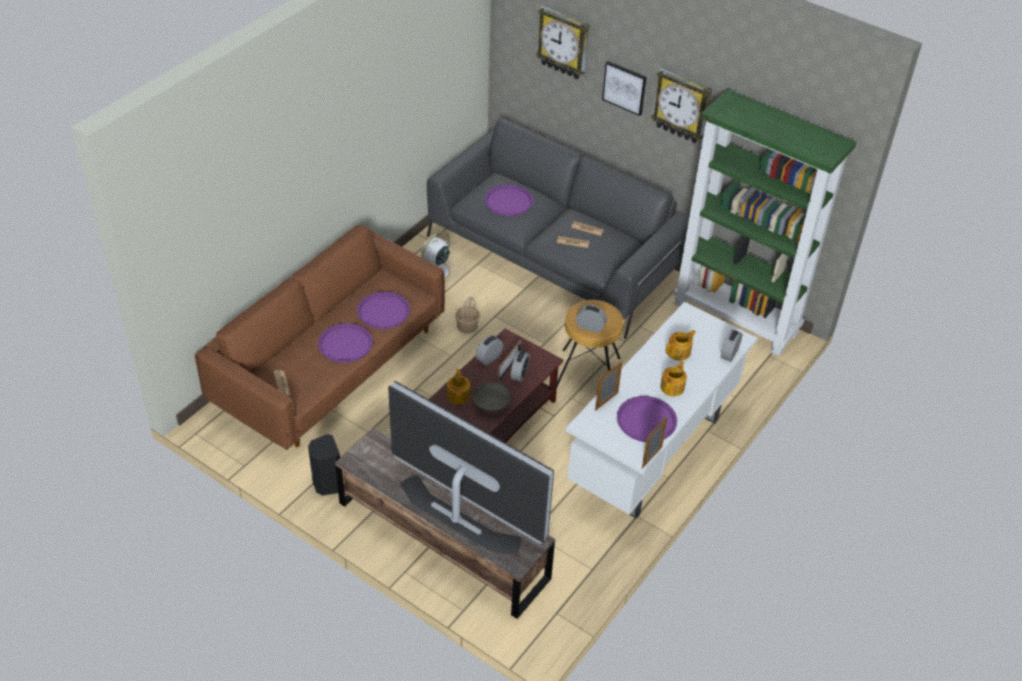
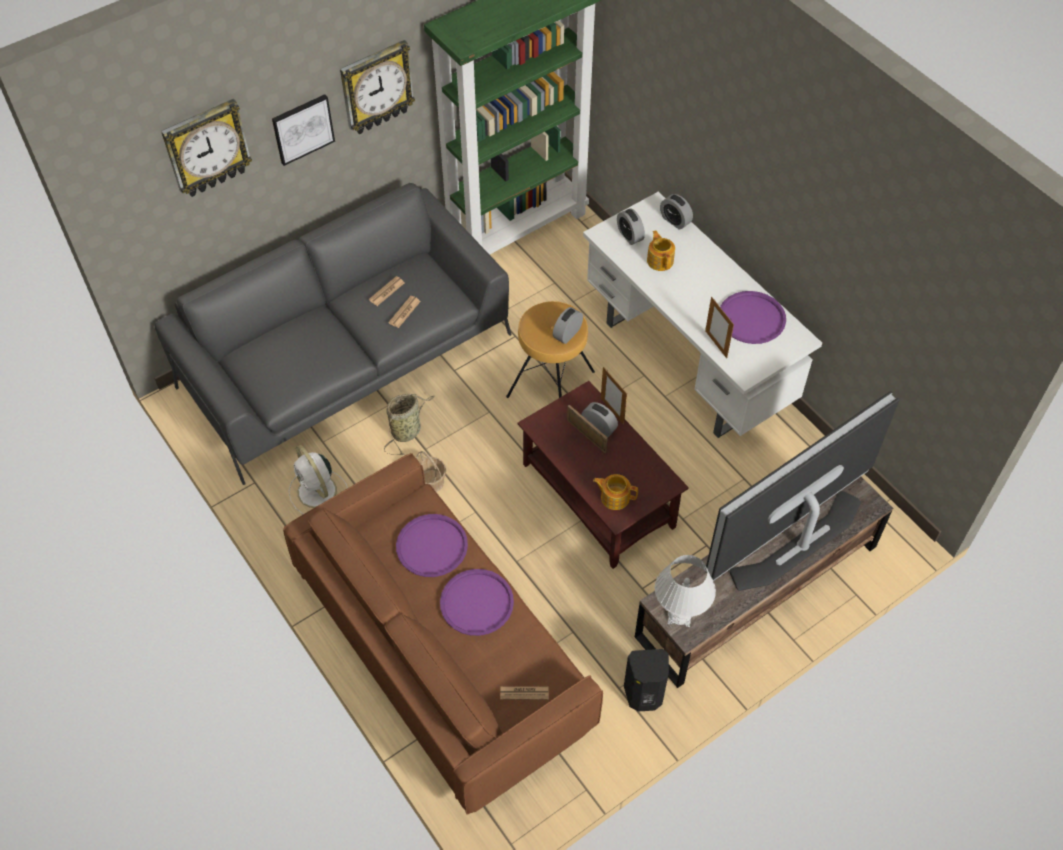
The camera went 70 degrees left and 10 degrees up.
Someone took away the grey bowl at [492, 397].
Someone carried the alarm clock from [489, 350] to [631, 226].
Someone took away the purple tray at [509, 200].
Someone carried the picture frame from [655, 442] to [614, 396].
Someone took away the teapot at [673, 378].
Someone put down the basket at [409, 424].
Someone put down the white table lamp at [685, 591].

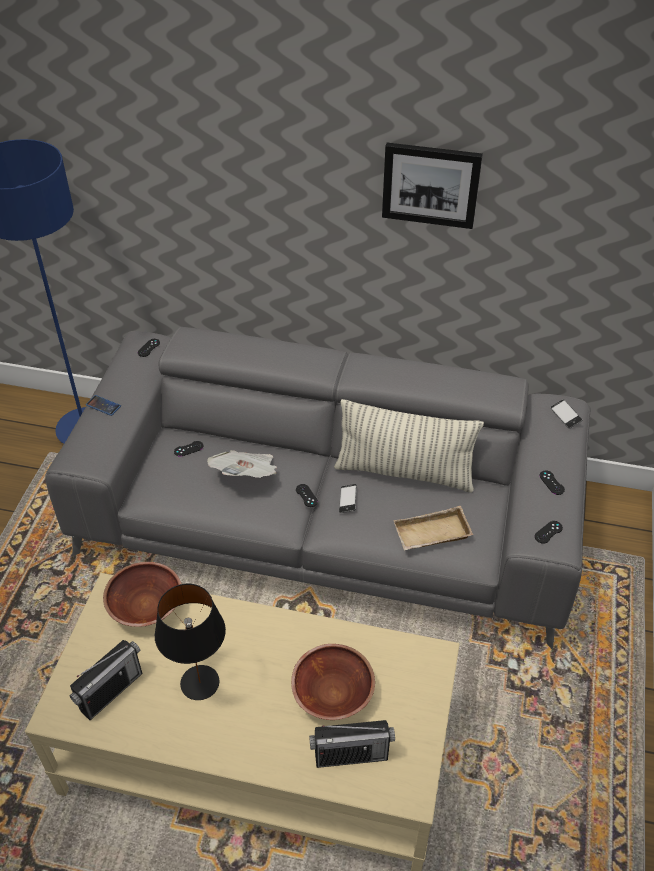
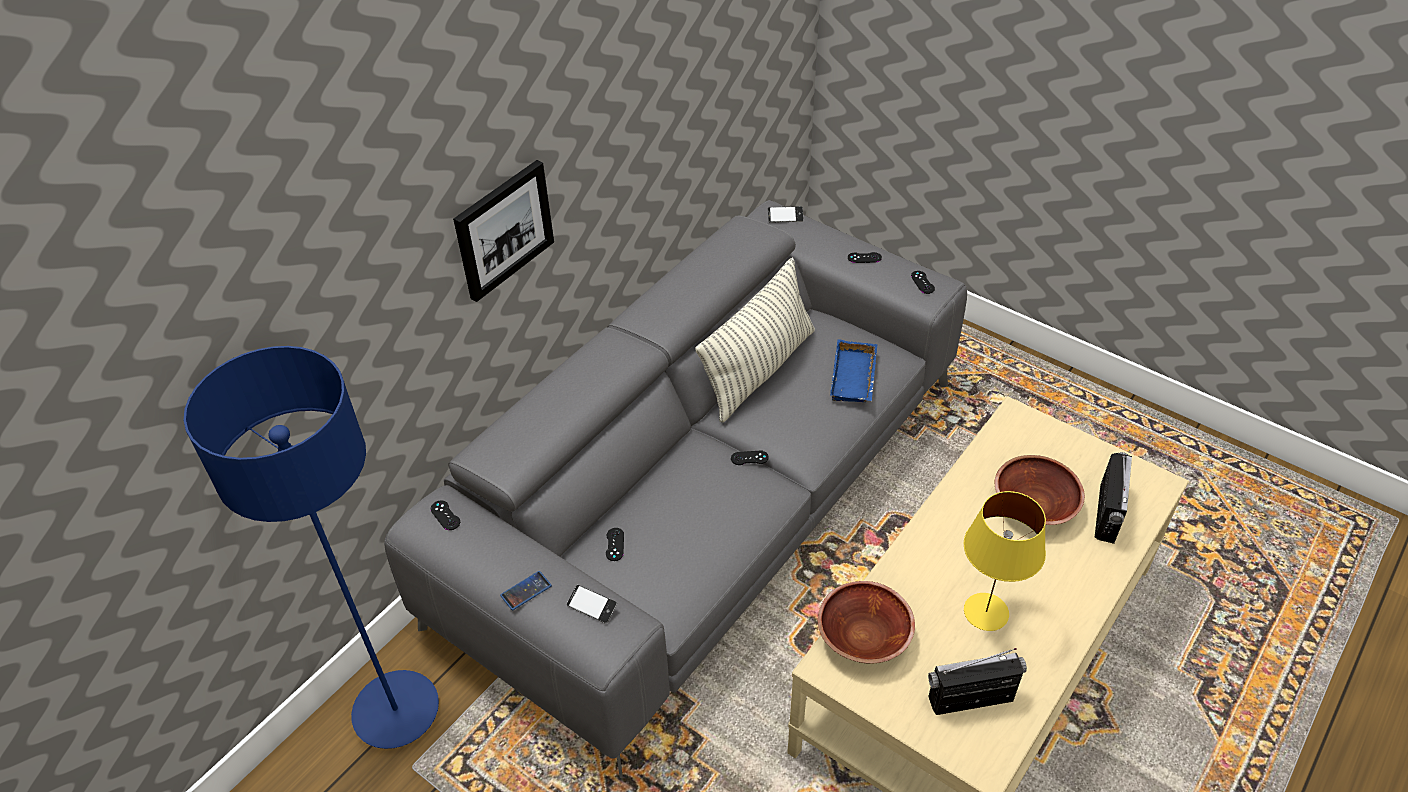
The camera went 65 degrees left and 0 degrees up.
Someone rotated the radio at [106, 680] by 75 degrees counterclockwise.
Someone repainted the black table lamp at [190, 642], which became the yellow table lamp at [1004, 561].
Someone took away the newspaper at [242, 464].
Someone carried the phone from [348, 498] to [592, 604].
Someone carried the picture from [432, 186] to [503, 231].
Someone repainted the beige tray at [433, 528], which became the blue tray at [854, 370].

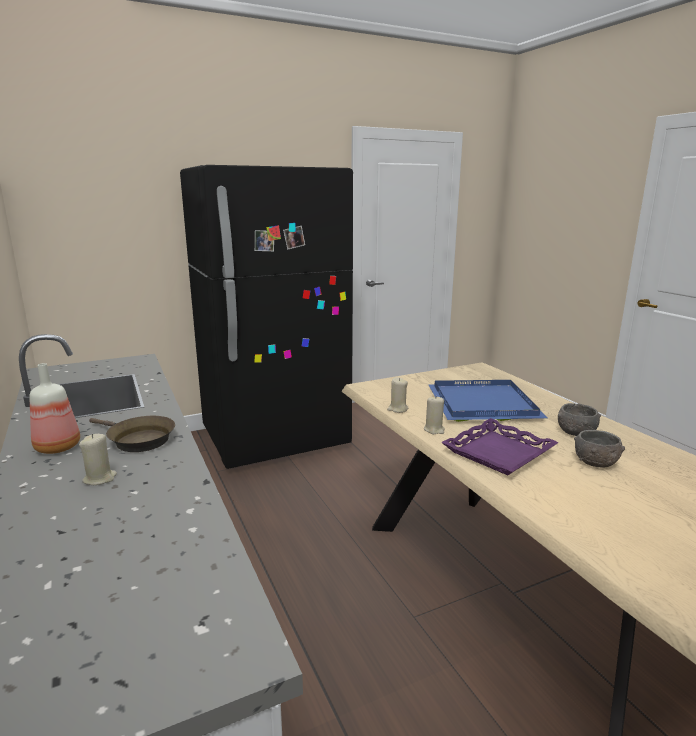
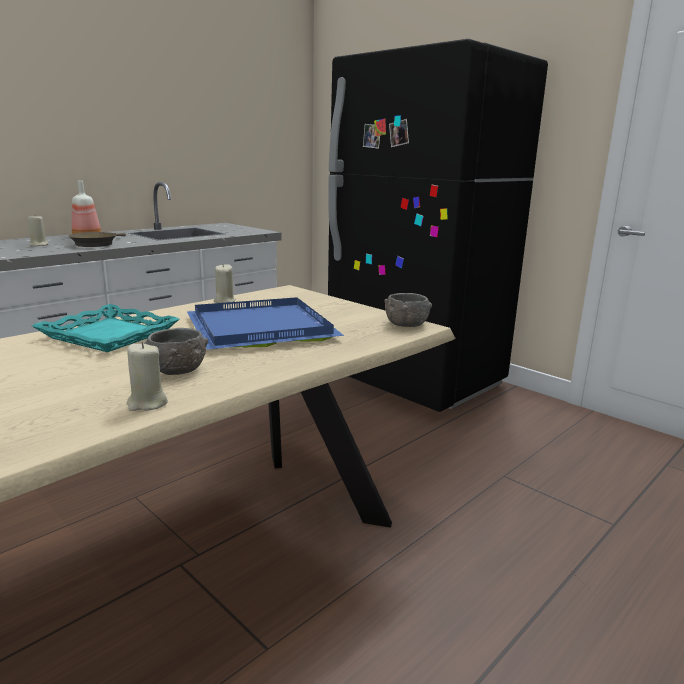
The camera went 70 degrees right and 0 degrees up.
Someone carried the beige candle from [434, 415] to [147, 376].
Someone repainted the purple tray at [499, 446], which became the turquoise tray at [105, 328].
Someone carried the grey bowl from [599, 449] to [408, 310].

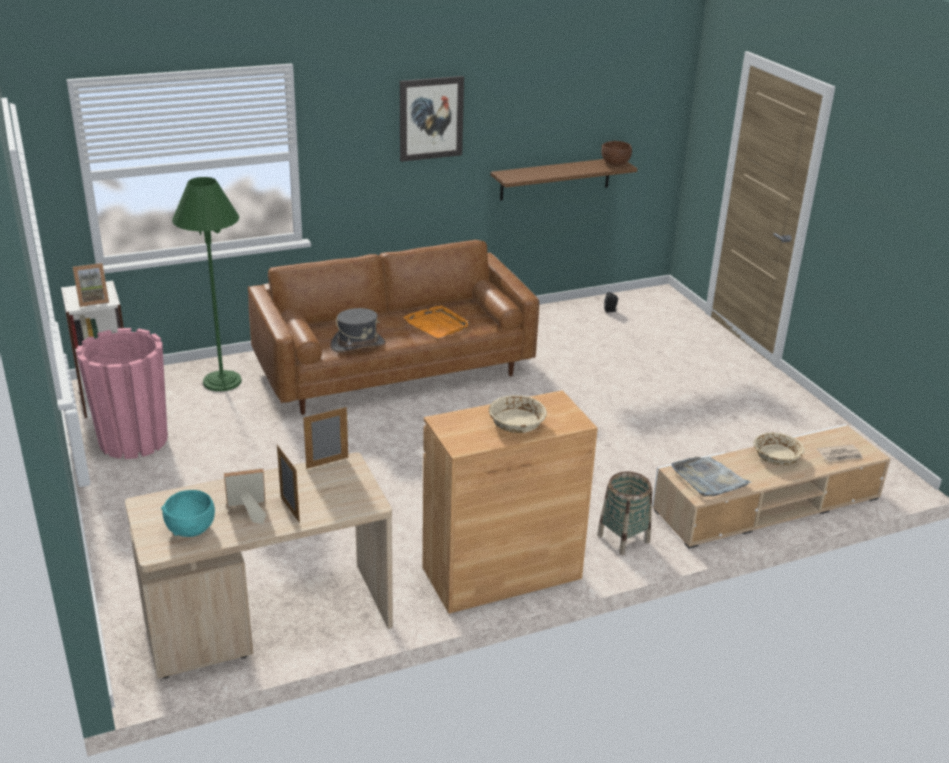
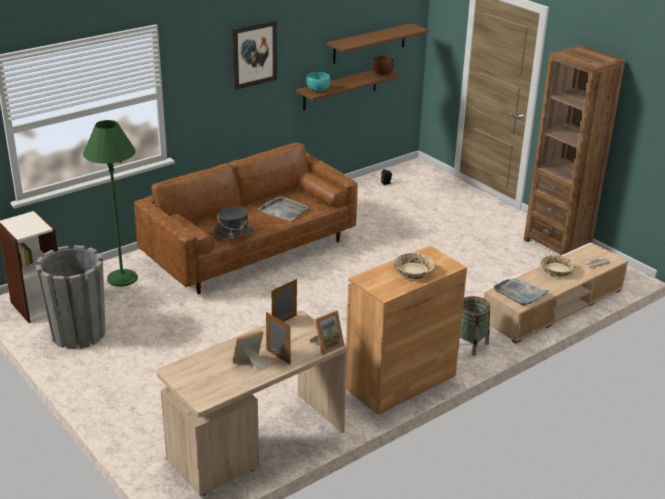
The camera went 15 degrees left and 0 degrees up.
Someone carried the picture frame from [91, 285] to [327, 332].
Someone repainted the pink planter at [122, 393], which became the grey planter at [70, 297].
Someone carried the turquoise bowl from [188, 513] to [318, 82].
Someone repainted the orange tray at [436, 321], which became the grey tray at [283, 208].
Someone put up the brown shelf at [378, 43].
Someone put down the brown bookcase at [574, 150].

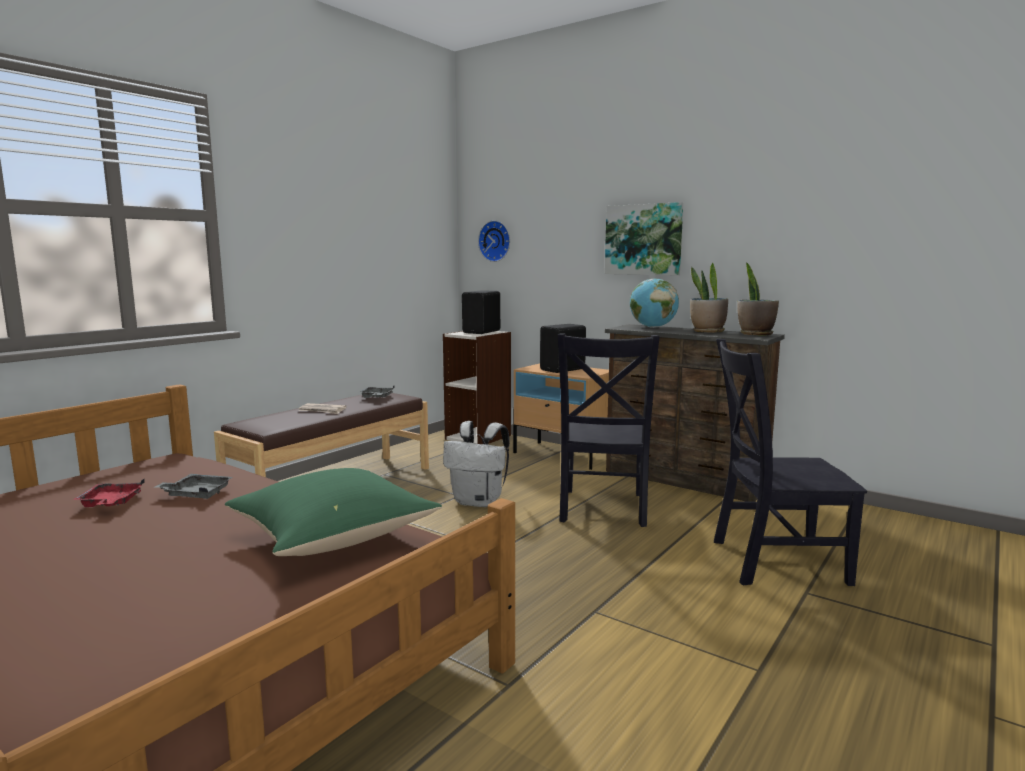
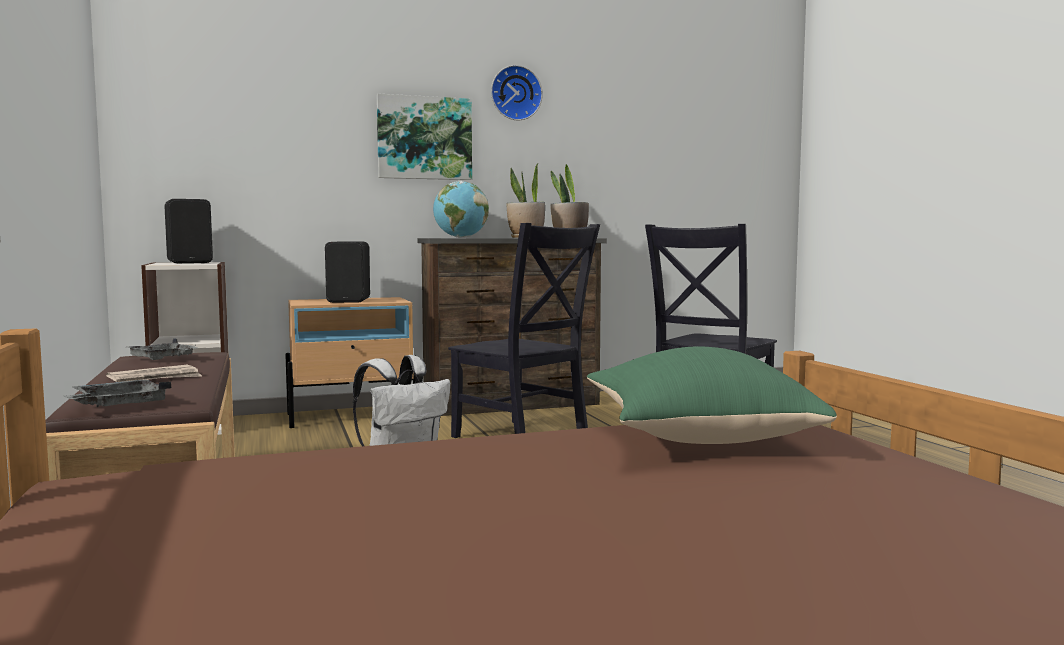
The camera went 55 degrees left and 5 degrees down.
Someone took away the red tray at [109, 493].
Someone carried the grey tray from [194, 486] to [118, 393].
Someone carried the wall clock from [494, 241] to [517, 92].

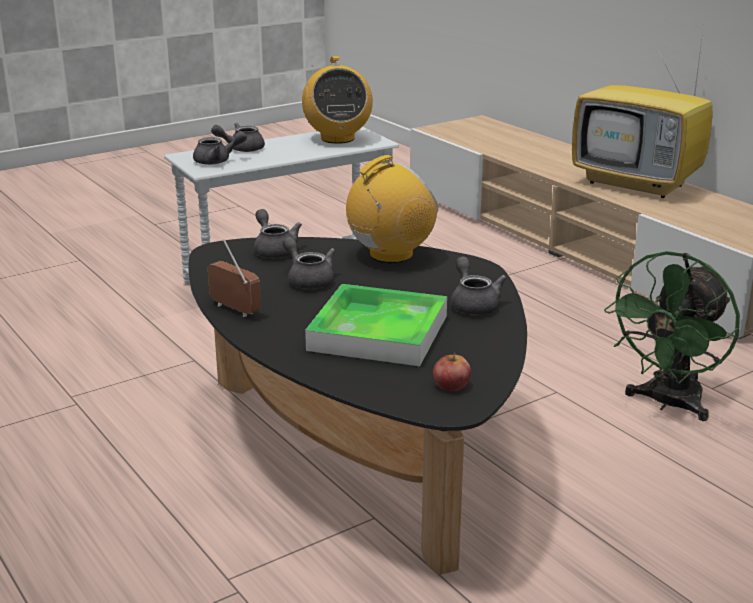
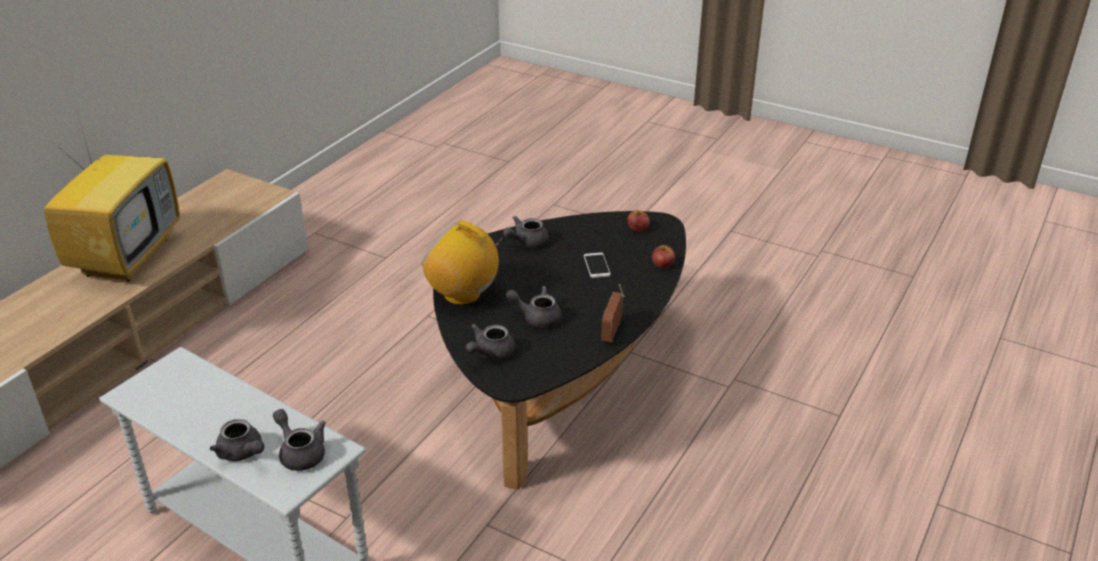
The camera went 115 degrees left and 10 degrees up.
Someone rotated the grey teapot at [309, 263] by 75 degrees clockwise.
Someone took away the radio at [337, 100].
Someone swapped the tray at [376, 325] for the phone at [597, 265].
Someone took away the green fan at [672, 336].
Someone put down the apple at [663, 256].

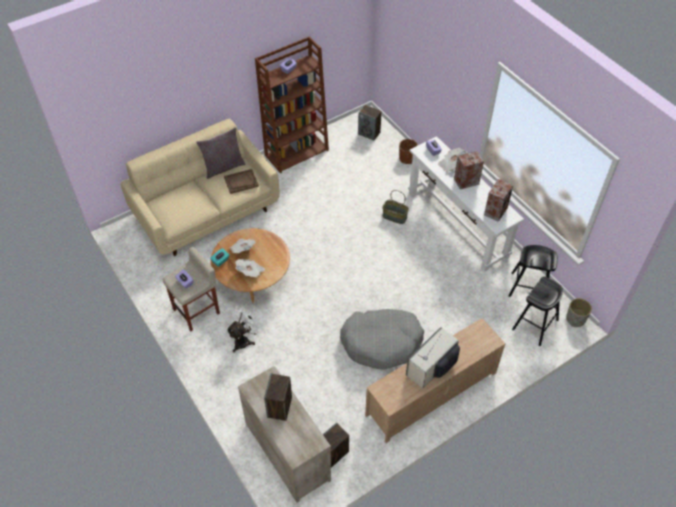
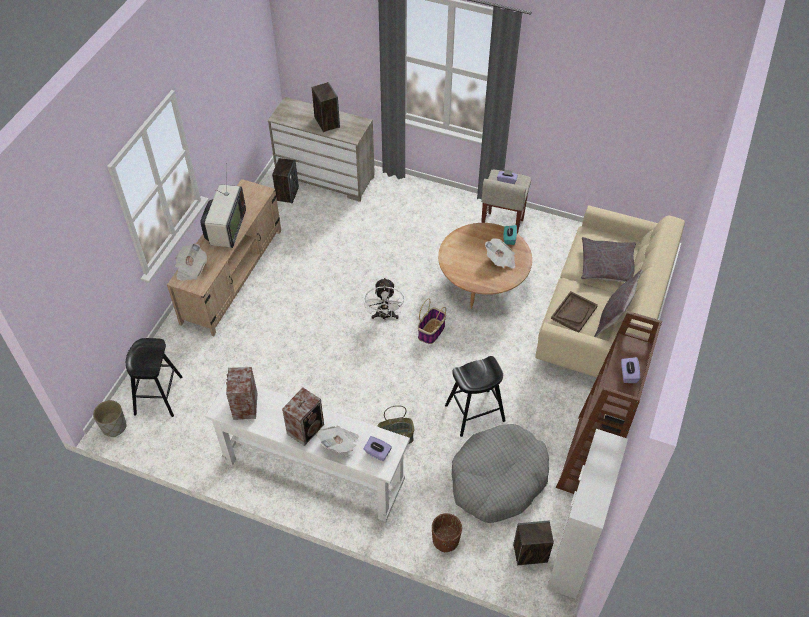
The camera went 145 degrees right and 0 degrees up.
Someone carried the white fan from [244, 329] to [384, 298].
Someone carried the newspaper from [250, 268] to [191, 261].
Someone carried the grey dog bed from [382, 339] to [500, 473].
Someone carried the black stool from [533, 271] to [475, 396].
Someone put down the basket at [432, 321].
Someone put down the cabinet at [587, 514].
Someone put down the grey pillow at [608, 259].

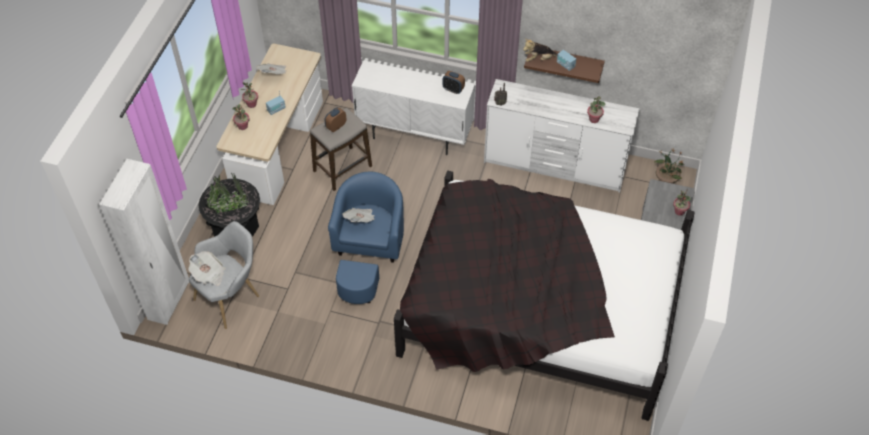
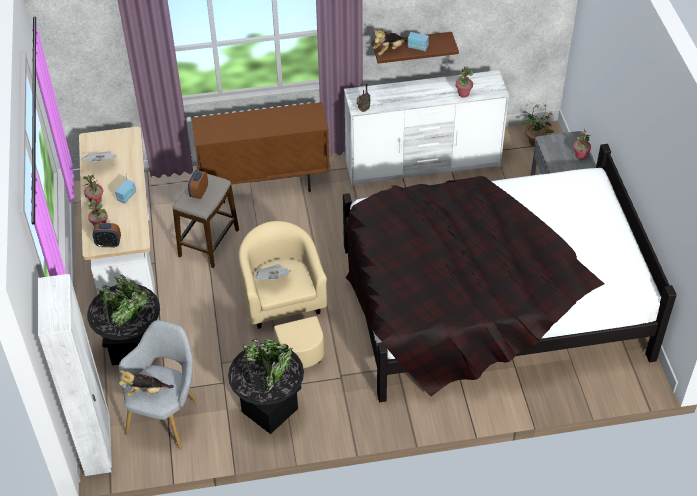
The camera went 25 degrees left and 5 degrees down.
Someone swapped the newspaper at [206, 268] for the plush toy at [146, 383].
Someone repainted the blue armchair at [366, 237], which became the beige armchair at [283, 295].
Someone repainted the white cabinet at [413, 107], which became the brown cabinet at [260, 152].
Someone carried the alarm clock from [453, 82] to [107, 235].
Someone put down the black planter at [266, 386].

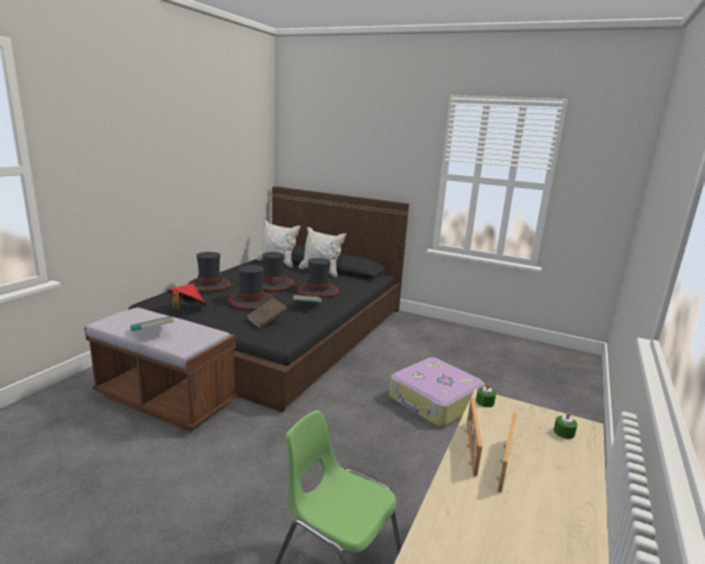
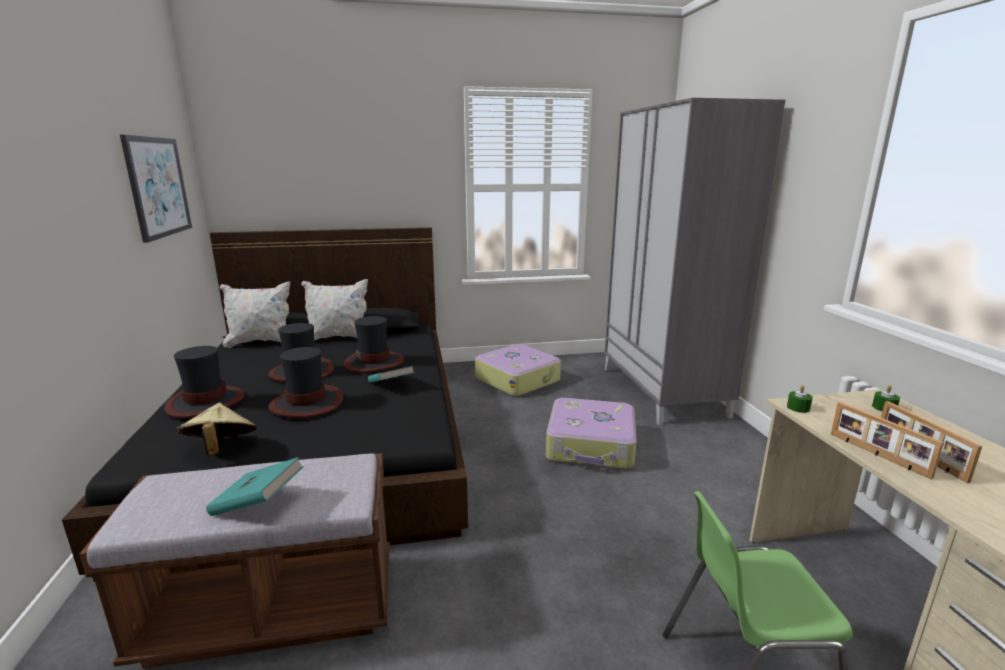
The camera went 35 degrees left and 0 degrees up.
Someone repainted the red hat at [187, 296], which became the beige hat at [217, 429].
Someone took away the brown book at [267, 313].
Someone put up the picture at [156, 189].
Someone put down the suitcase at [518, 370].
Someone put down the grey wardrobe at [694, 261].

